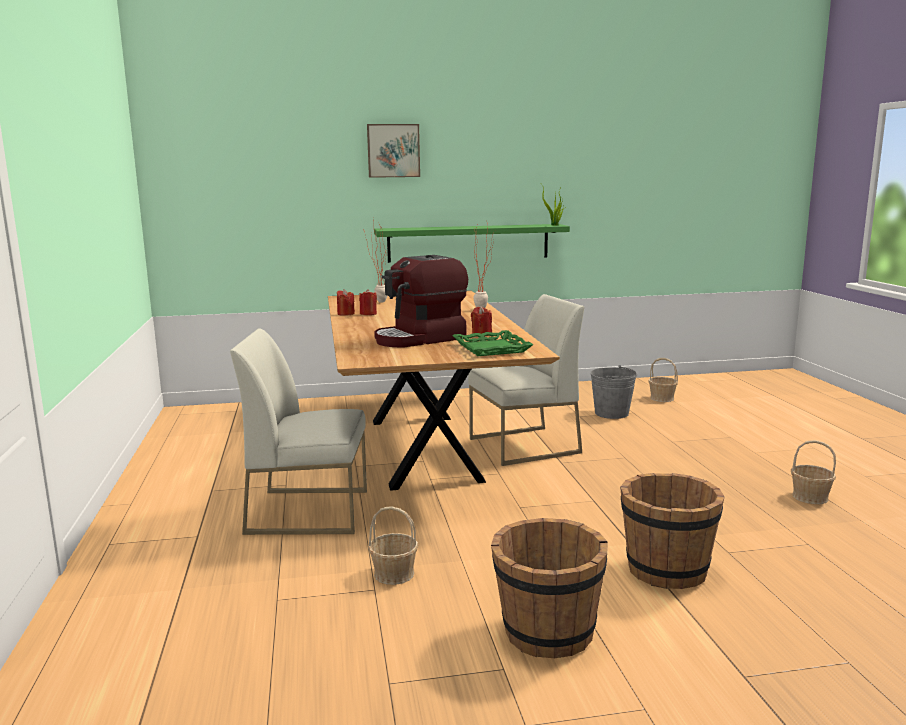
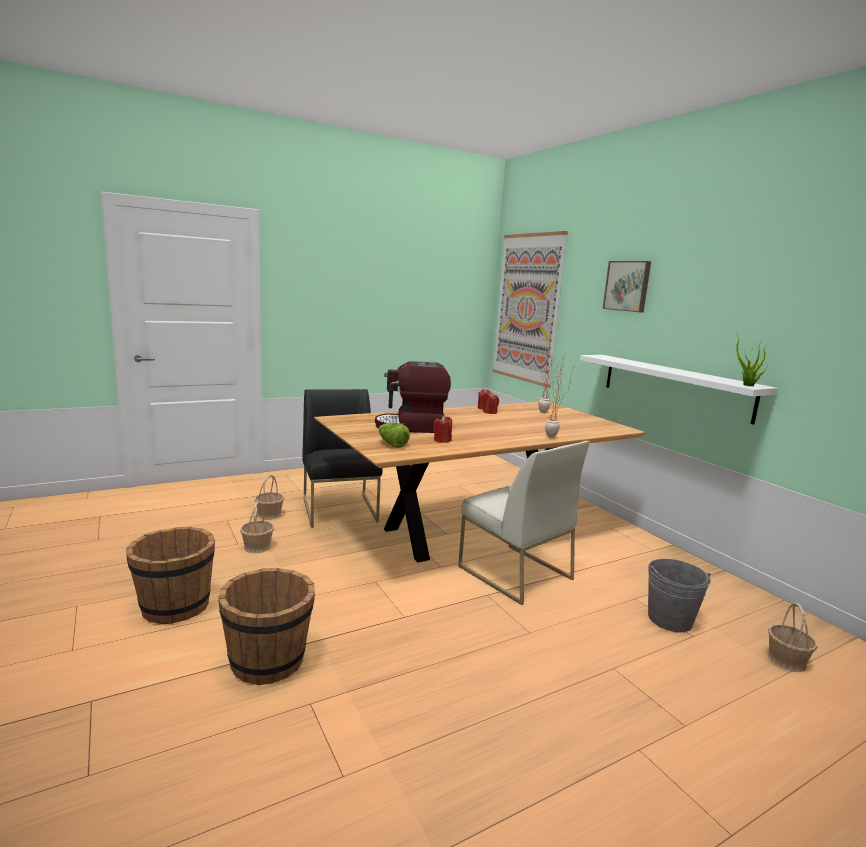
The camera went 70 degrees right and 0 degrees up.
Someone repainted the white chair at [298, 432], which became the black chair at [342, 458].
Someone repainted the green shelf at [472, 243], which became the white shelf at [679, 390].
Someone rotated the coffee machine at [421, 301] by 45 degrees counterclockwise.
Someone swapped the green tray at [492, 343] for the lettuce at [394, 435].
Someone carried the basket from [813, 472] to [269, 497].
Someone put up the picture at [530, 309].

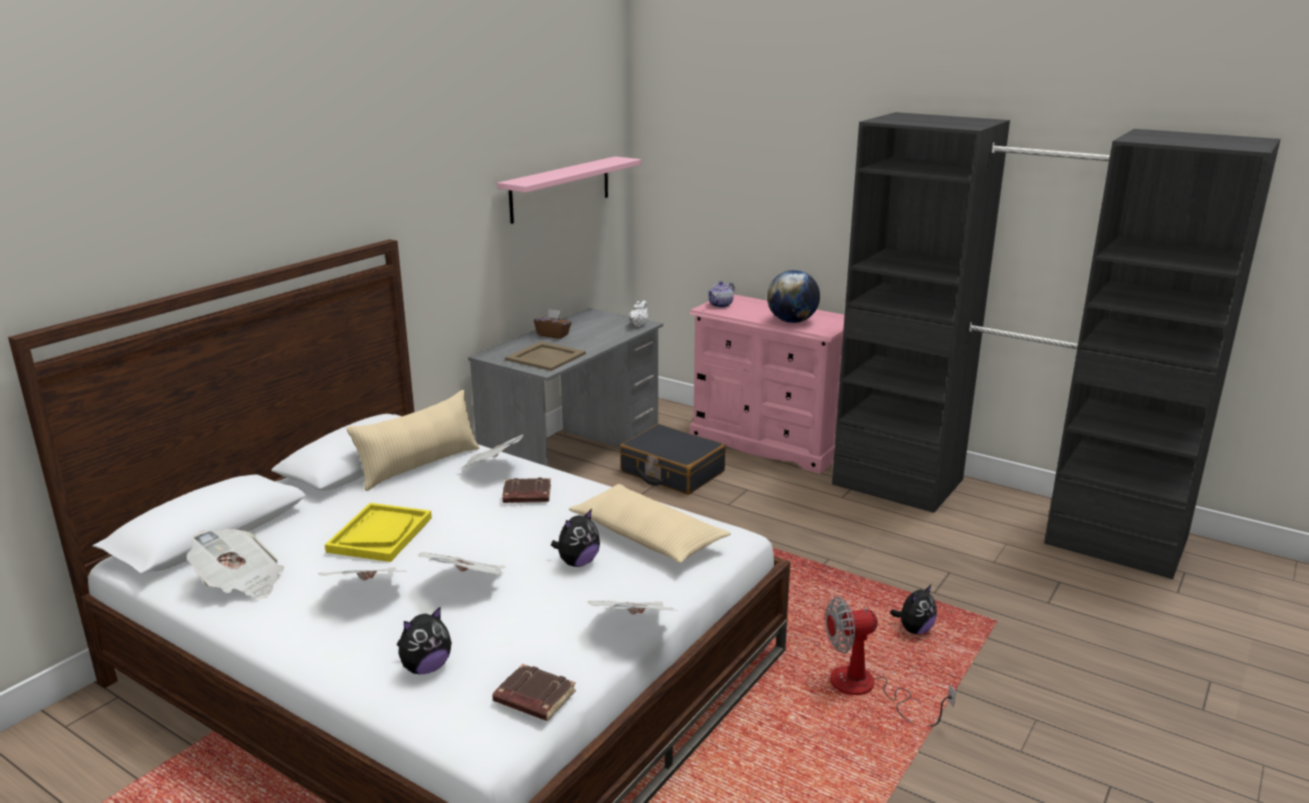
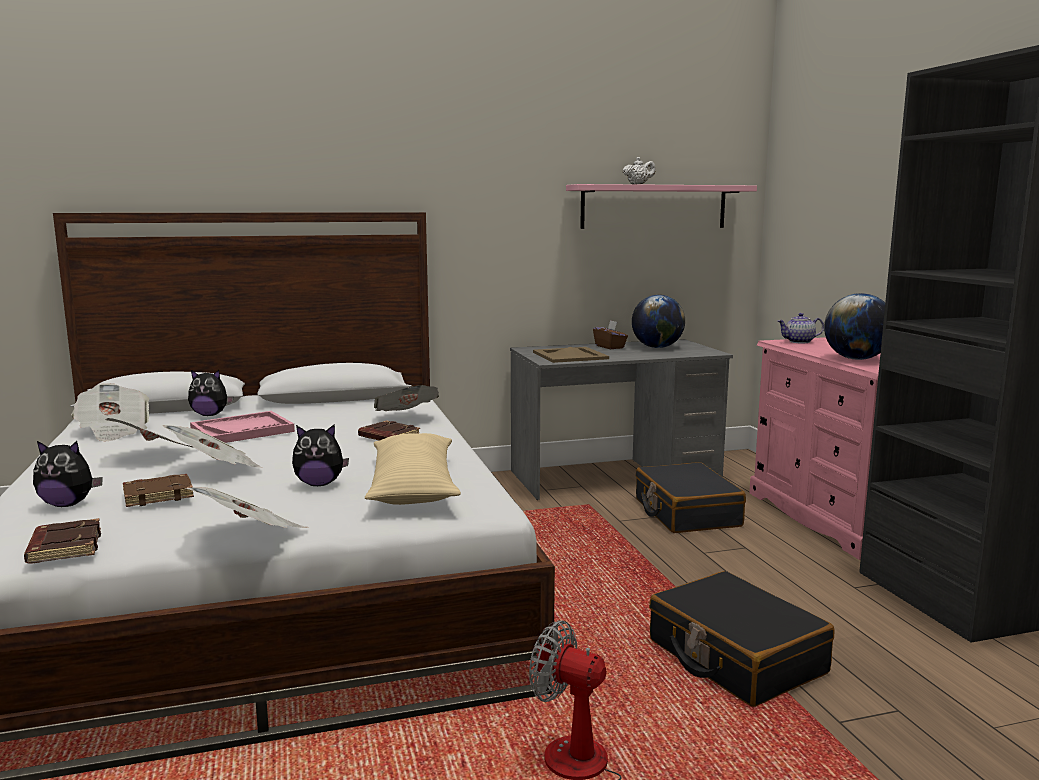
The camera went 40 degrees right and 10 degrees down.
Someone repainted the yellow tray at [378, 532], which became the pink tray at [242, 427].
Someone took away the beige pillow at [413, 440].
Someone carried the white teapot from [638, 314] to [639, 170].
Someone carried the plush toy from [913, 609] to [210, 393].
Someone put down the brown book at [158, 490].
Someone put down the globe at [658, 321].
Someone put down the black suitcase at [741, 639].

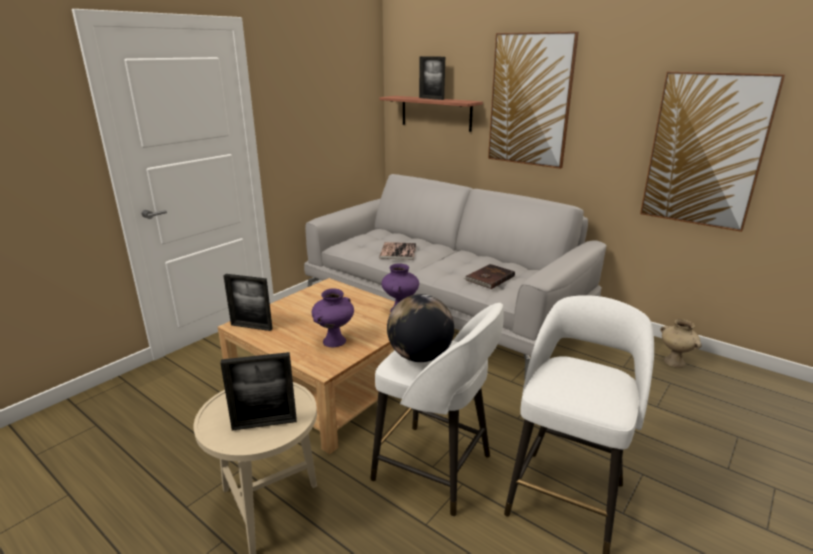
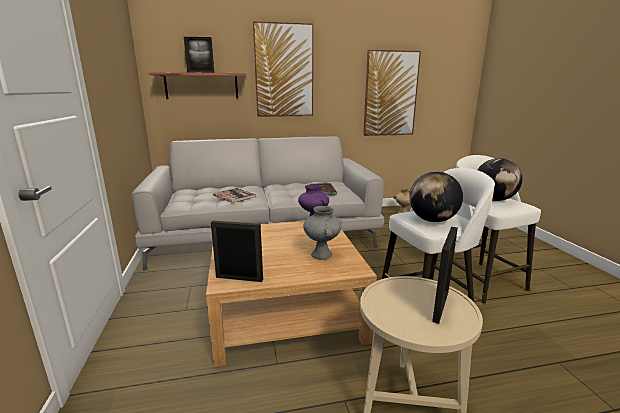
The camera went 50 degrees left and 5 degrees down.
Someone rotated the picture frame at [248, 302] by 135 degrees counterclockwise.
Someone repainted the purple vase at [333, 317], which became the grey vase at [322, 233].
Someone put down the globe at [500, 179].

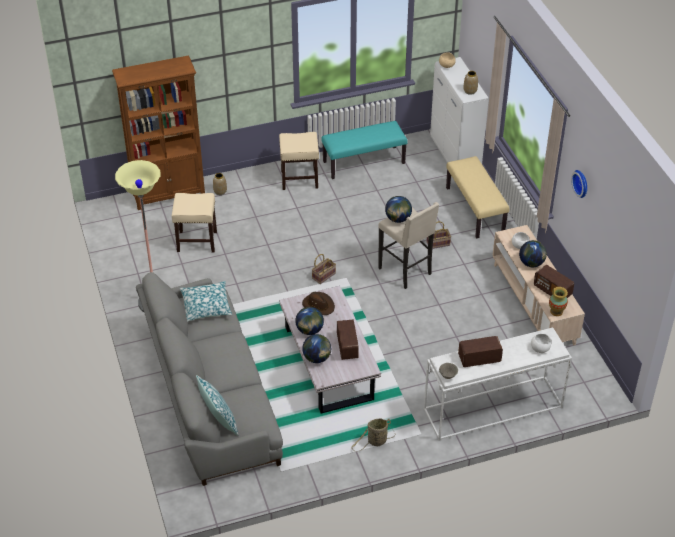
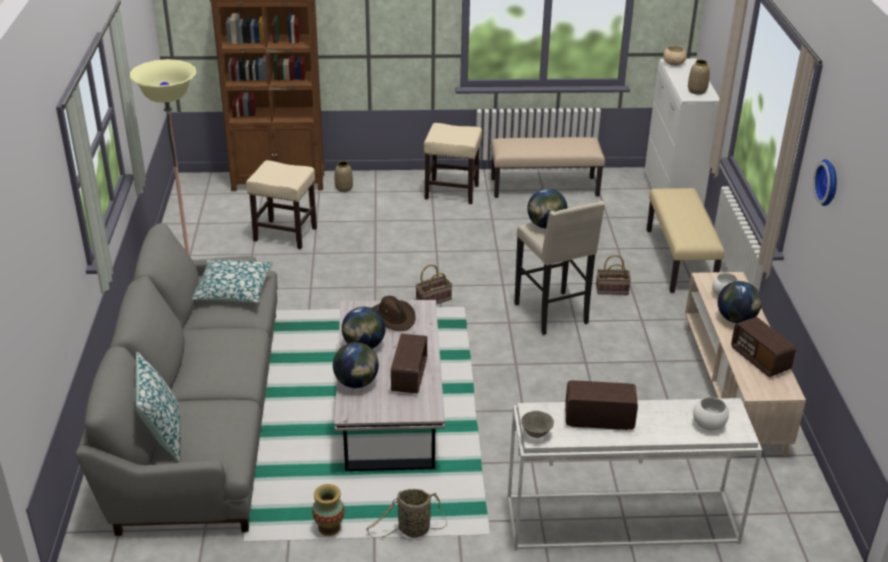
The camera went 15 degrees right and 10 degrees down.
Someone repainted the turquoise bench at [364, 150], which became the beige bench at [548, 167].
Someone carried the vase from [558, 301] to [328, 510].

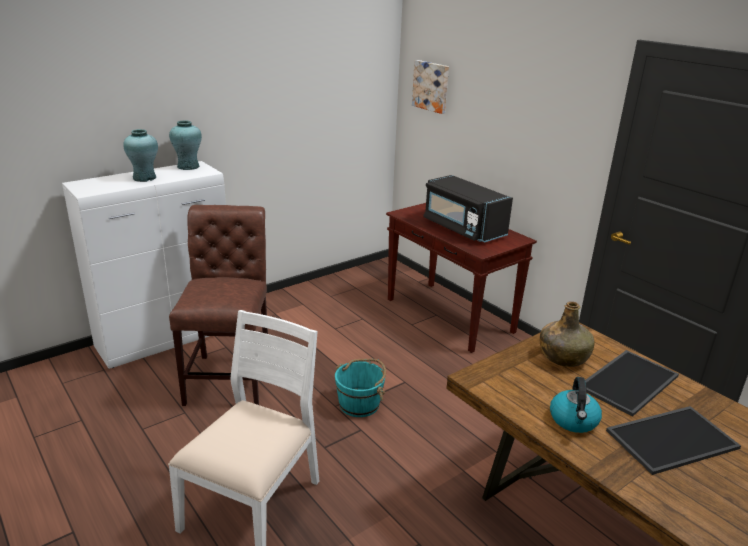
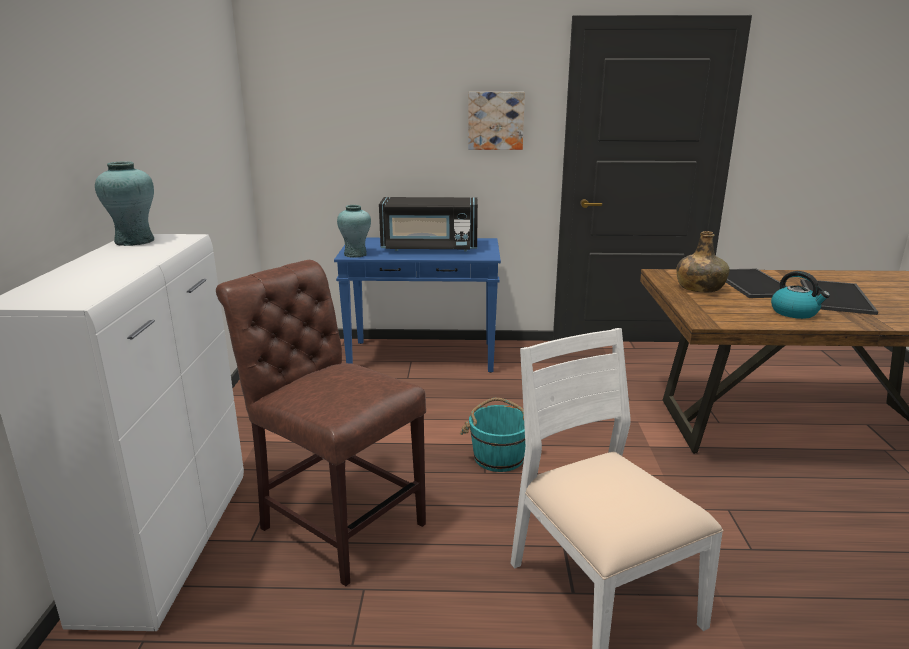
The camera went 50 degrees left and 5 degrees down.
Someone carried the turquoise vase from [140, 155] to [354, 231].
Someone repainted the brown console table at [461, 278], which became the blue console table at [417, 305].
Someone carried the picture from [430, 87] to [496, 121].

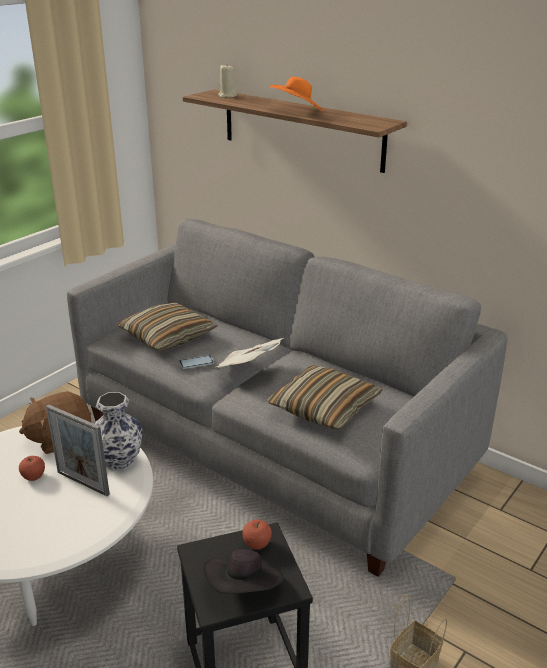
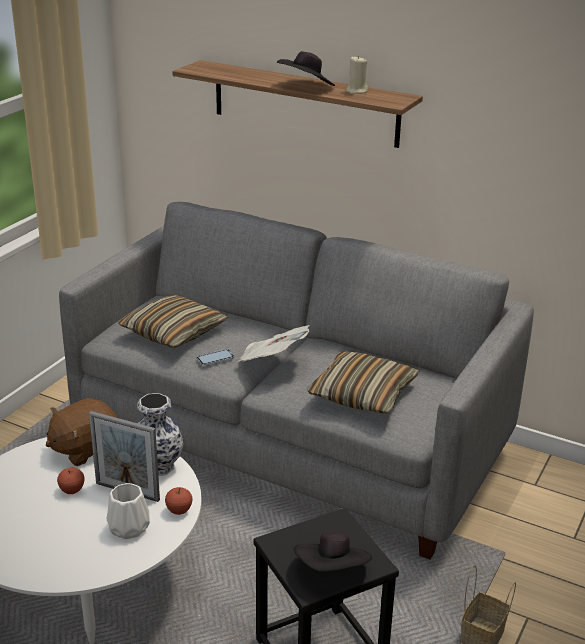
The camera went 10 degrees left and 0 degrees up.
Someone carried the beige candle from [227, 81] to [357, 74].
Someone carried the apple from [257, 535] to [178, 501].
Someone repainted the orange hat at [296, 93], which became the black hat at [306, 68].
Someone put down the white vase at [128, 511].

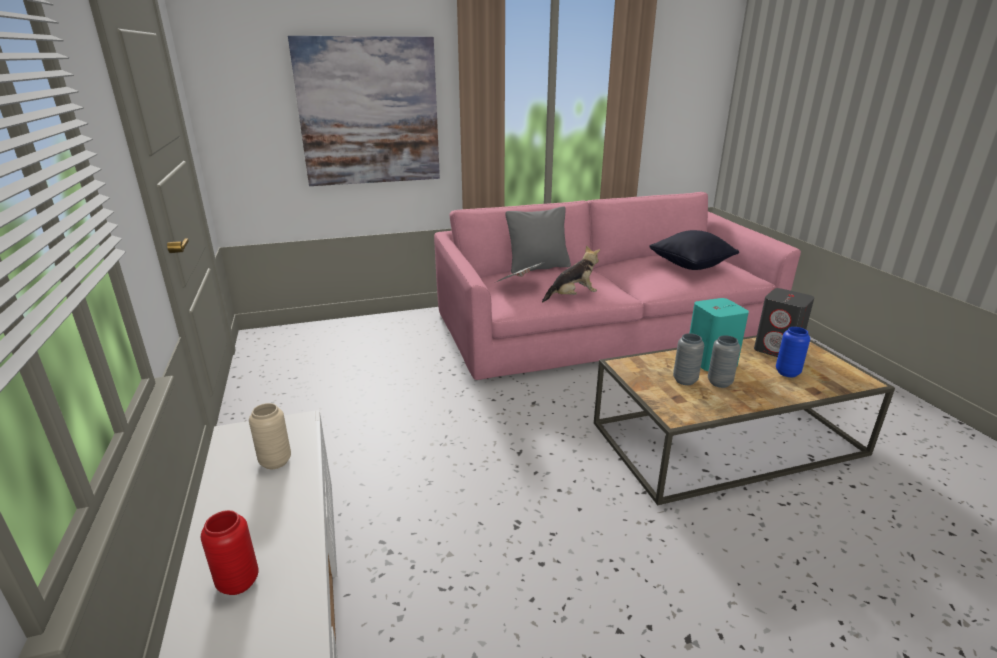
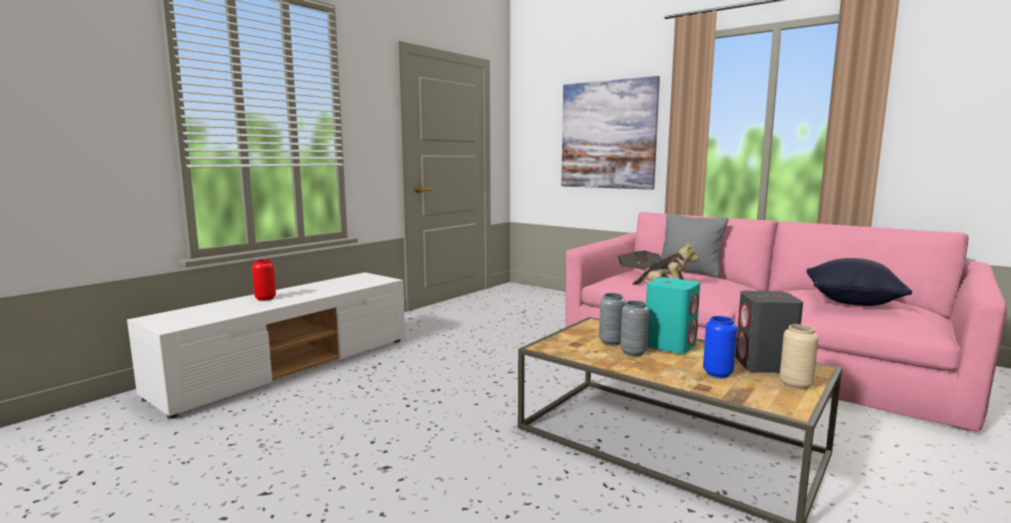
The camera went 55 degrees right and 15 degrees down.
Someone carried the beige vase from [270, 436] to [799, 357].

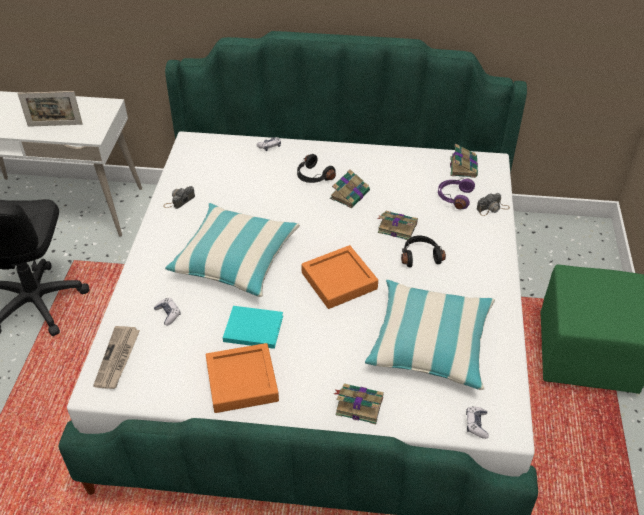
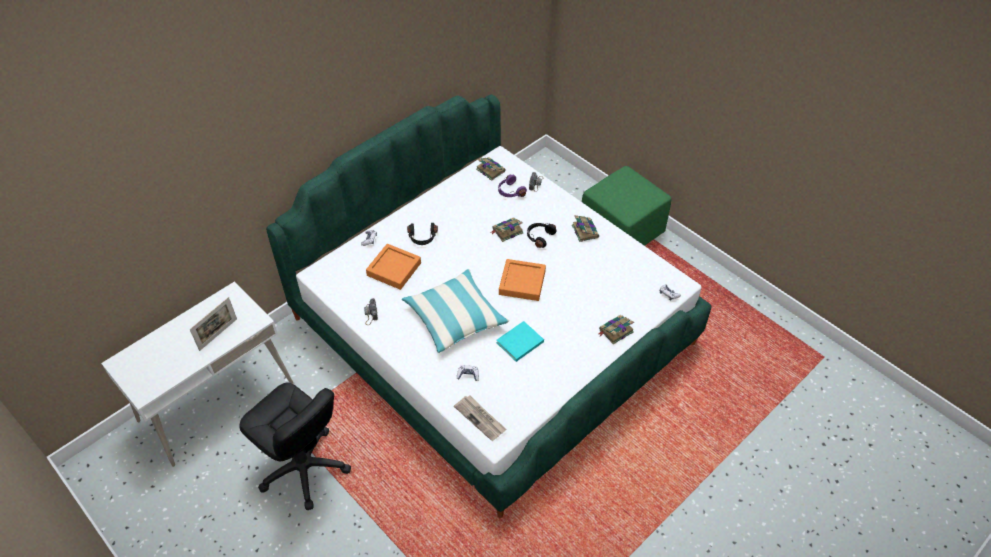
The camera went 50 degrees left and 5 degrees up.
Someone carried the orange tray from [242, 378] to [393, 267].
Someone carried the book from [350, 188] to [585, 228].
Someone took away the pillow at [430, 335].

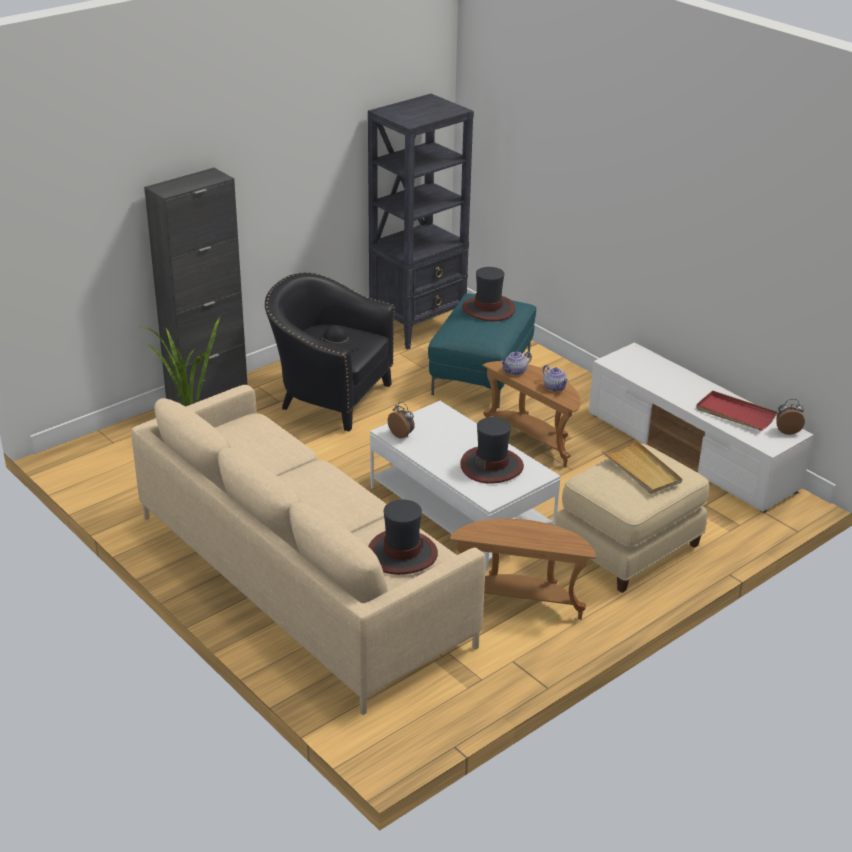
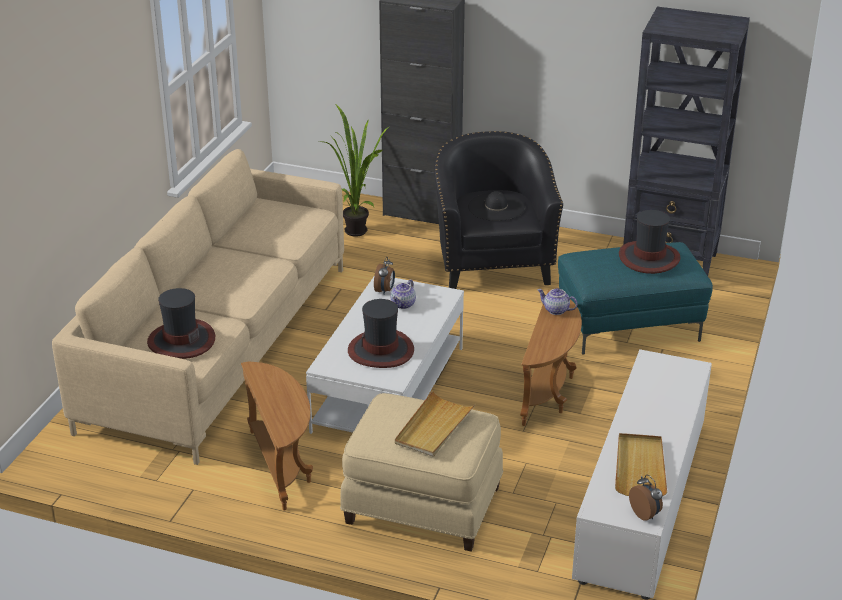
The camera went 60 degrees right and 0 degrees up.
Someone carried the teapot from [555, 378] to [403, 294].
Someone repainted the red tray at [736, 411], which became the beige tray at [641, 464].

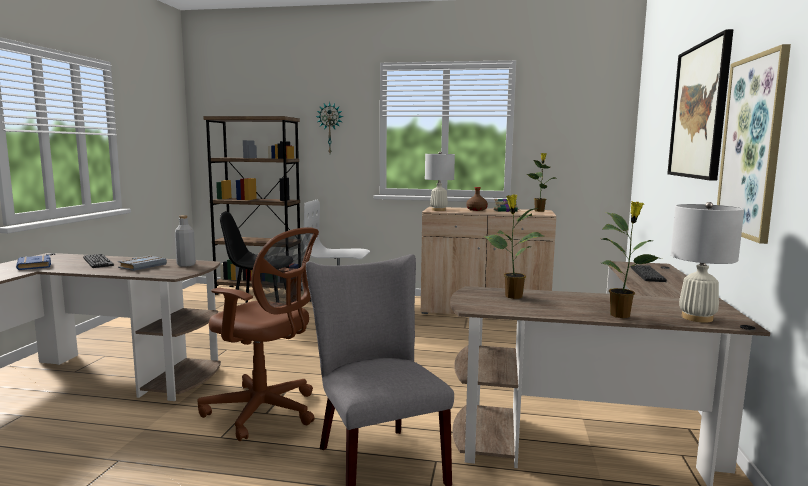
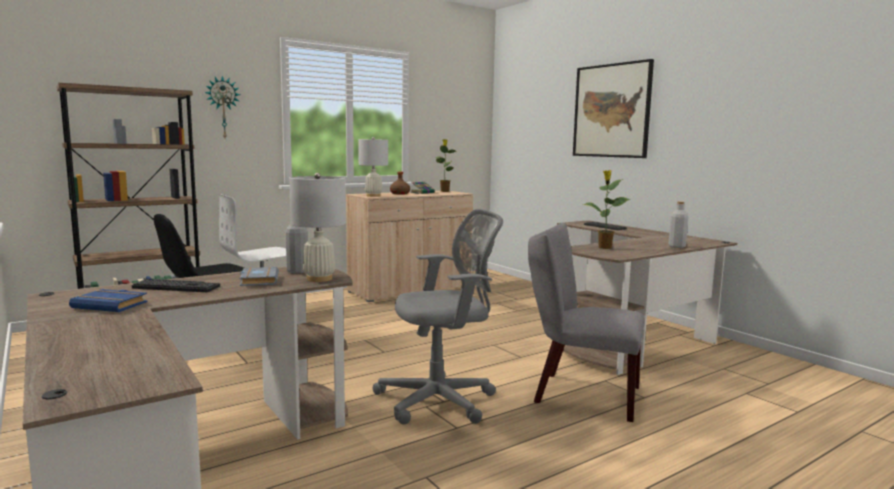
The camera went 45 degrees left and 0 degrees up.
Someone repainted the brown office chair at [258, 334], which became the grey office chair at [438, 317].
Someone swapped the potted plant at [632, 259] for the grey bottle at [678, 224].
Someone carried the white table lamp from [707, 262] to [317, 227].
Someone took away the picture at [754, 144].

